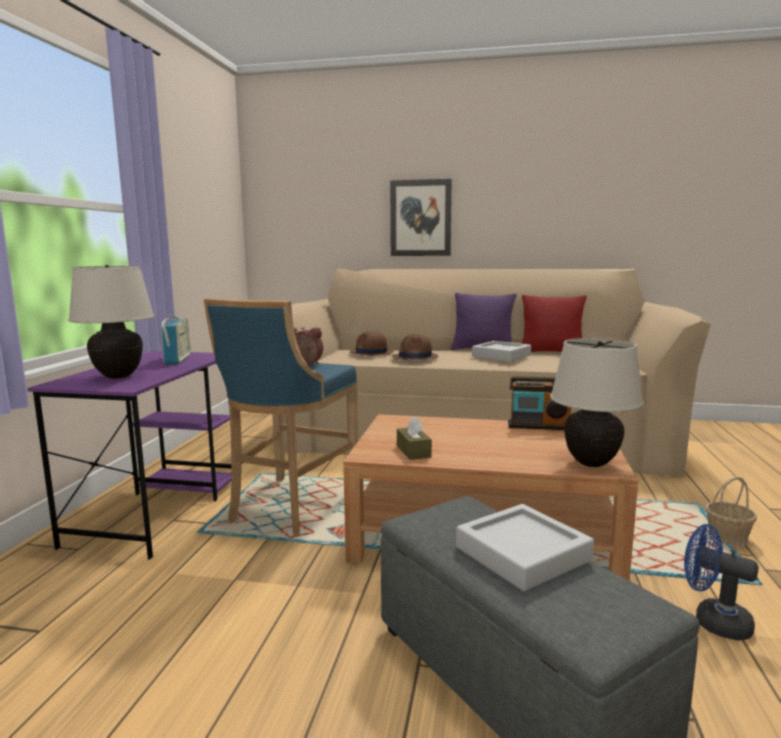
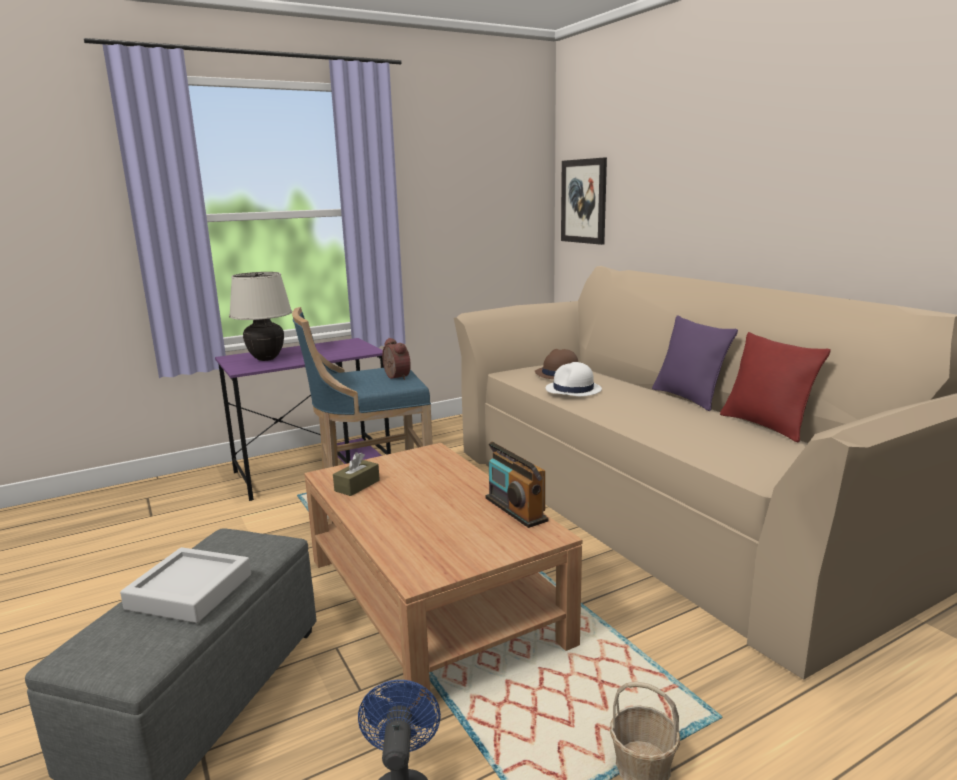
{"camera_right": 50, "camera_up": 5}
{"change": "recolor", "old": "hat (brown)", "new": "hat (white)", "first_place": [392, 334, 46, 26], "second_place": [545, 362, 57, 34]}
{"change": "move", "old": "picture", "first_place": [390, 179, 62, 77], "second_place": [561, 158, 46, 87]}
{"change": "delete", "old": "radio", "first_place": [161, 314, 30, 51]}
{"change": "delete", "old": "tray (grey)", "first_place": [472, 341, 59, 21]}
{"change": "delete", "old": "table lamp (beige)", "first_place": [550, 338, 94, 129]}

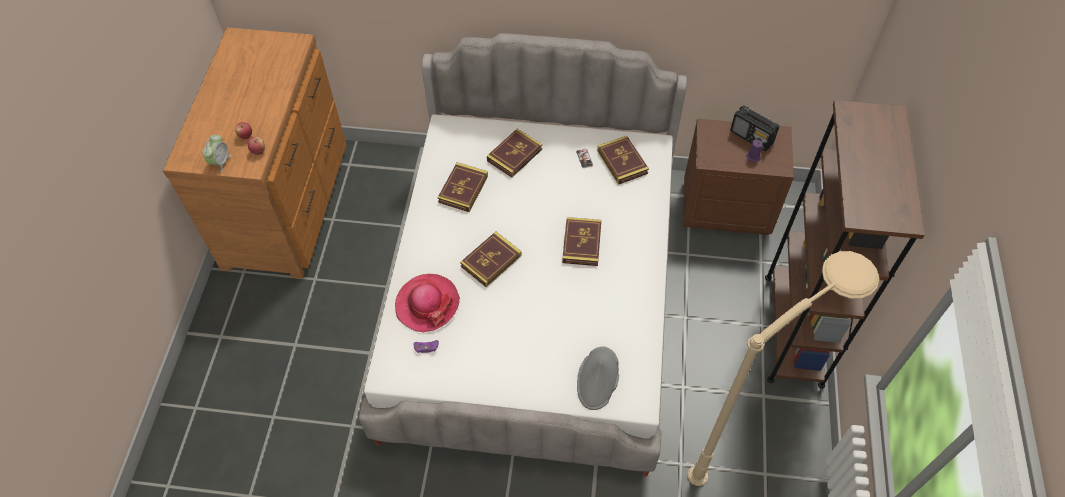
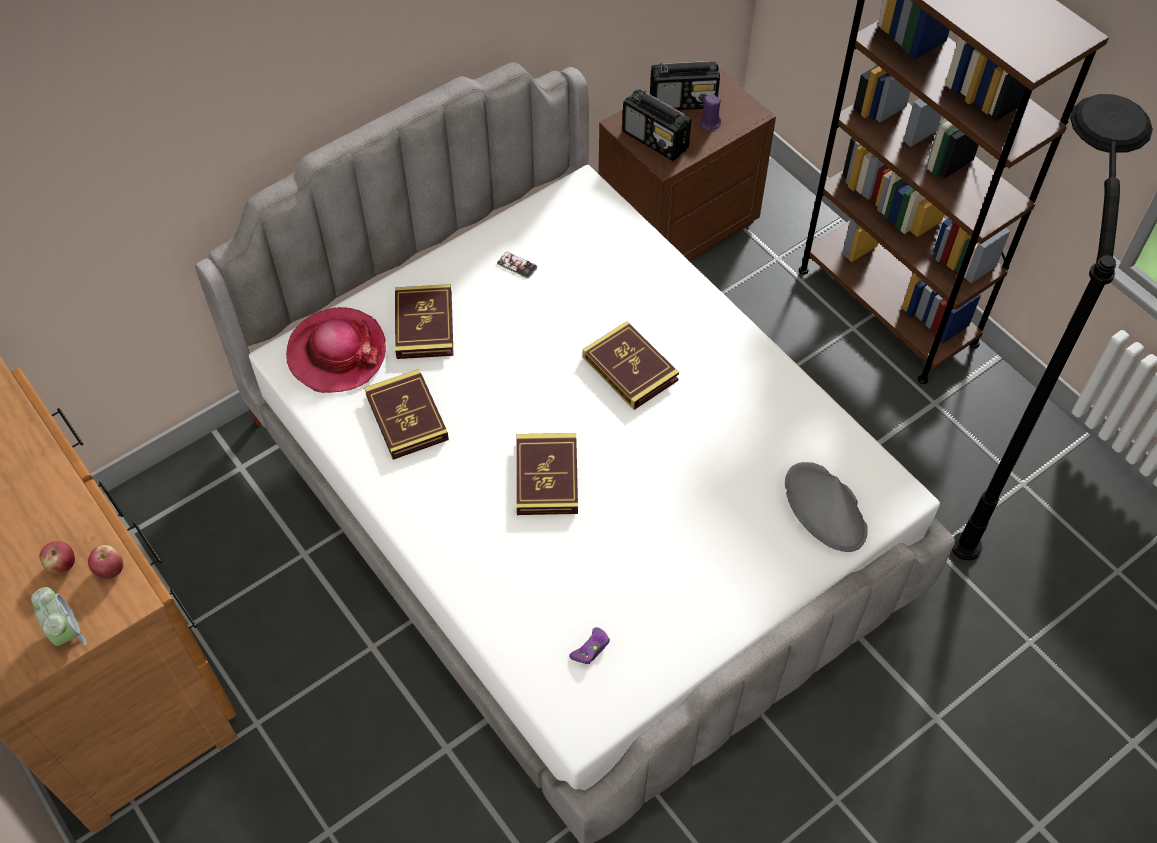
{"camera_right": -45, "camera_up": 0}
{"change": "move", "old": "hat", "first_place": [395, 274, 65, 58], "second_place": [286, 307, 100, 86]}
{"change": "insert", "new": "radio", "second_place": [622, 89, 69, 72]}
{"change": "recolor", "old": "floor lamp (beige)", "new": "floor lamp (black)", "first_place": [687, 251, 192, 235], "second_place": [952, 94, 201, 466]}
{"change": "delete", "old": "book", "first_place": [597, 136, 52, 49]}

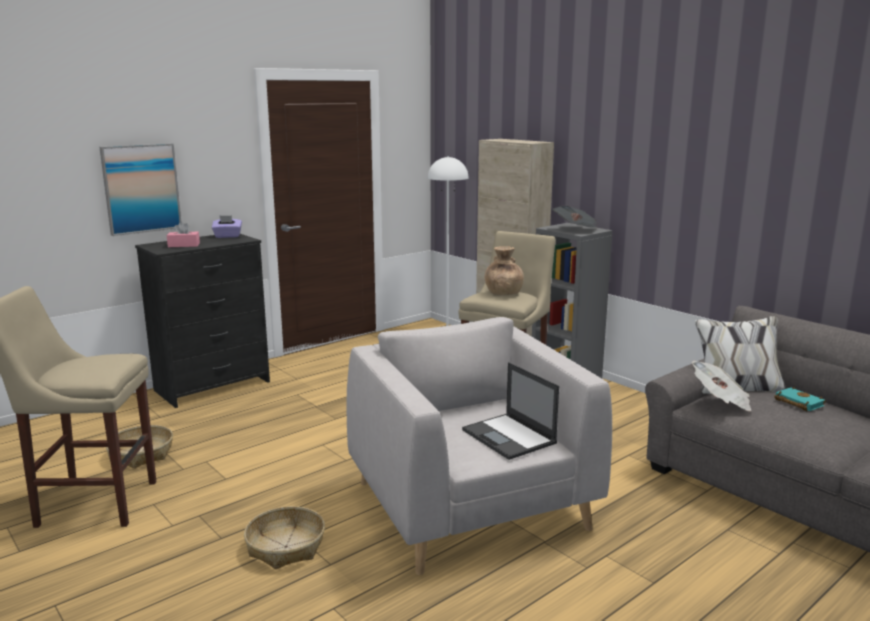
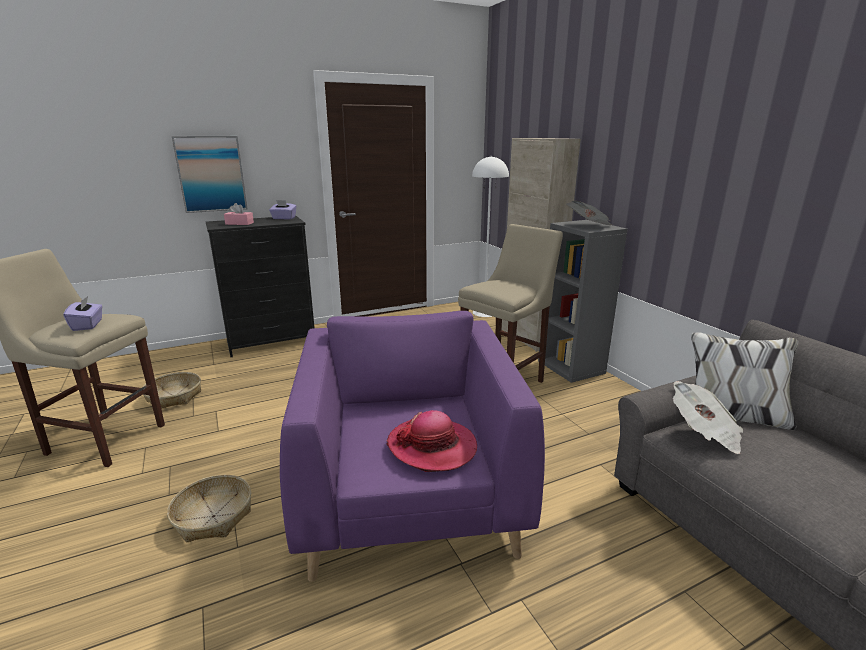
{"camera_right": 15, "camera_up": 5}
{"change": "insert", "new": "tissue box (purple)", "second_place": [63, 296, 39, 35]}
{"change": "recolor", "old": "armchair (grey)", "new": "armchair (purple)", "first_place": [346, 317, 266, 258], "second_place": [280, 311, 265, 271]}
{"change": "replace", "old": "laptop", "new": "hat", "first_place": [462, 362, 97, 98], "second_place": [386, 410, 91, 62]}
{"change": "delete", "old": "vase (brown)", "first_place": [484, 246, 40, 49]}
{"change": "delete", "old": "book (turquoise)", "first_place": [774, 387, 52, 24]}

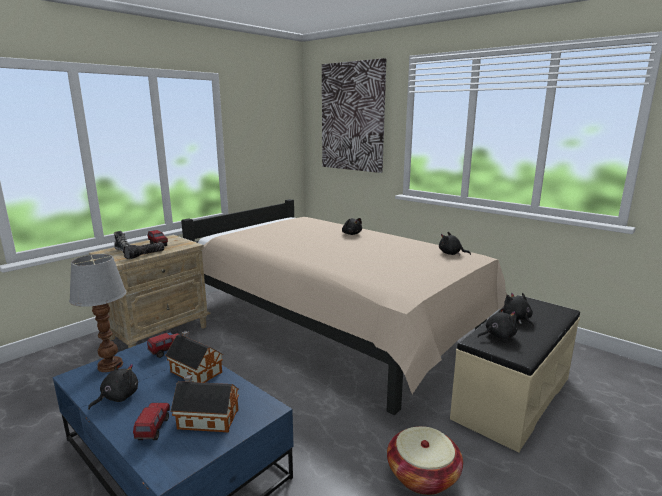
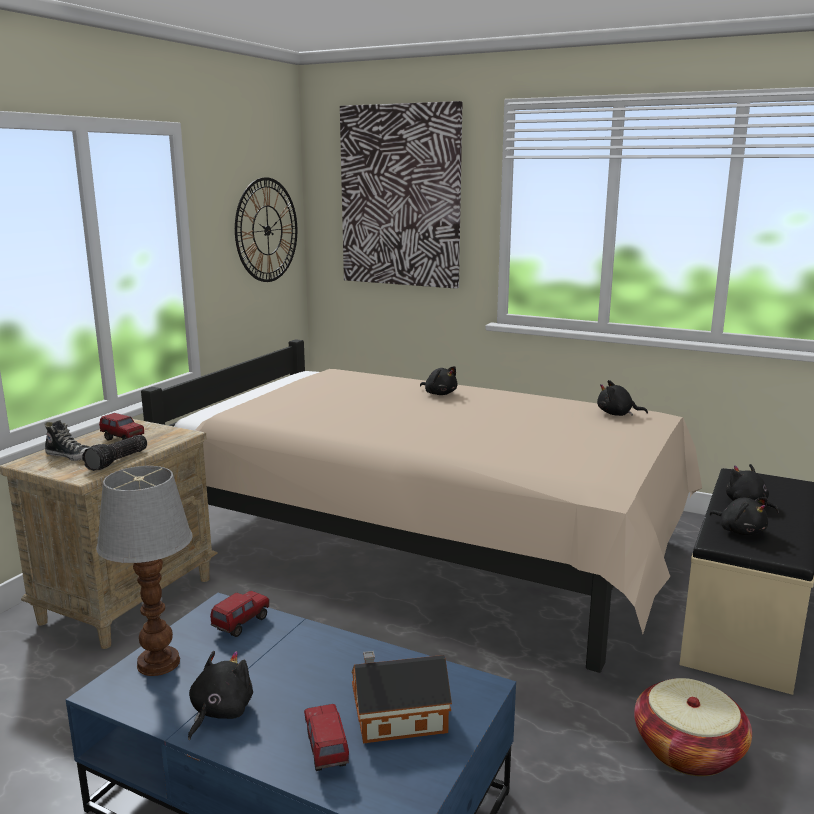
{"camera_right": -15, "camera_up": 0}
{"change": "insert", "new": "wall clock", "second_place": [235, 177, 62, 105]}
{"change": "rotate", "old": "plush toy (black)", "first_place": [478, 307, 40, 33], "second_place": [709, 497, 59, 38], "degrees": 90}
{"change": "delete", "old": "toy house", "first_place": [165, 331, 58, 52]}

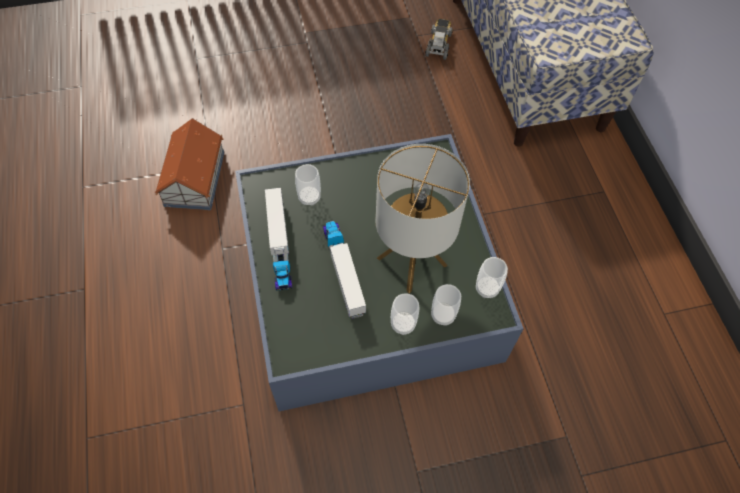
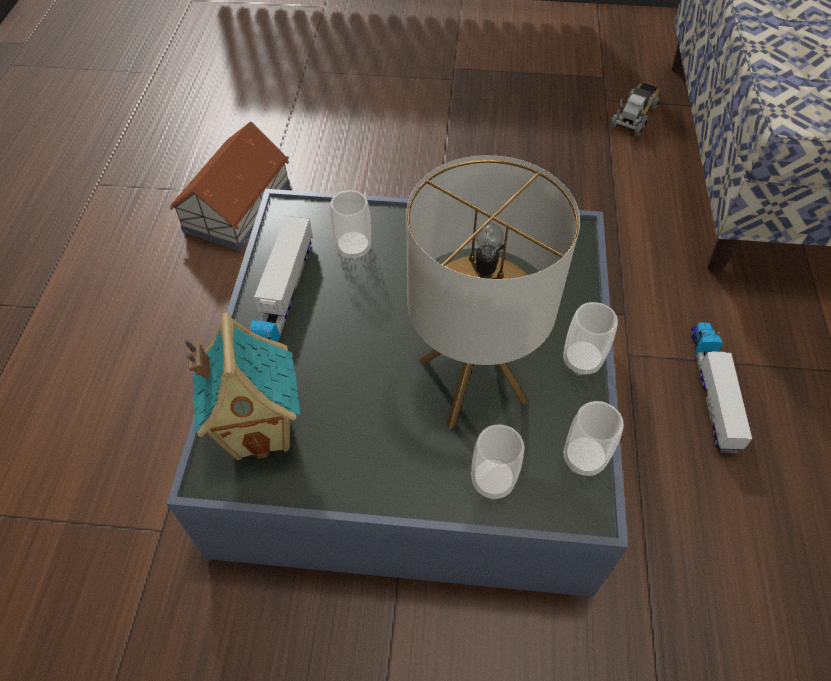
{"camera_right": 20, "camera_up": -5}
{"change": "insert", "new": "toy house", "second_place": [184, 313, 116, 147]}
{"change": "move", "old": "cup", "first_place": [391, 293, 28, 42], "second_place": [563, 302, 55, 73]}
{"change": "move", "old": "toy truck", "first_place": [323, 221, 43, 98], "second_place": [691, 322, 61, 131]}

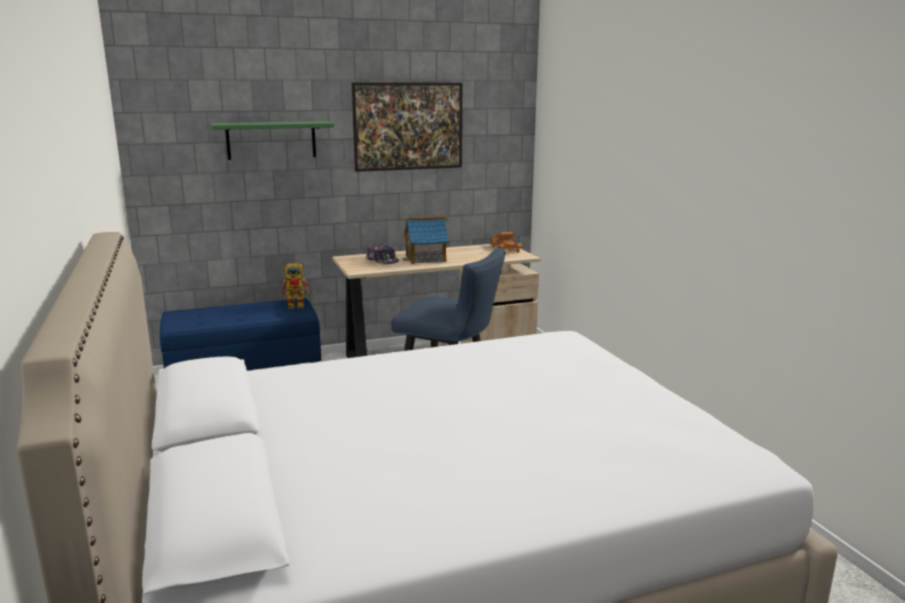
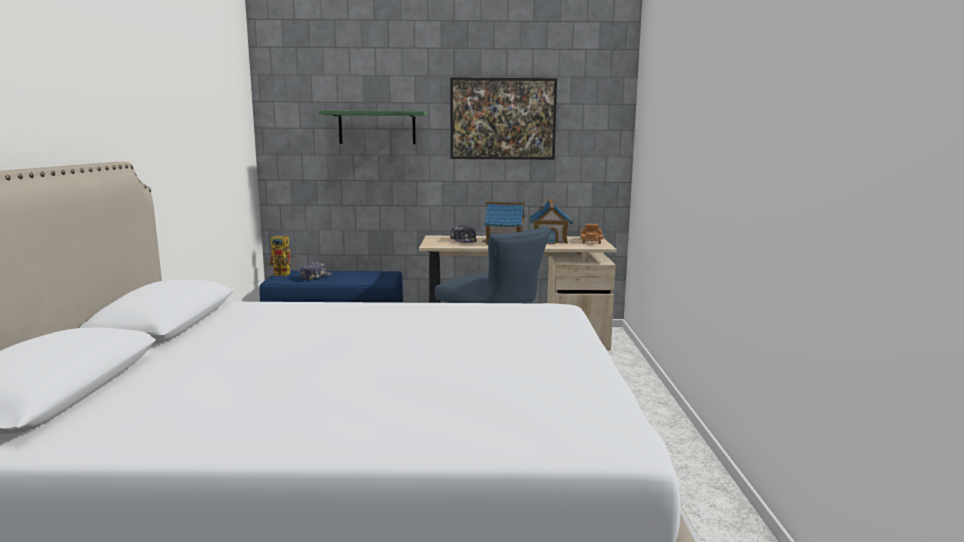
{"camera_right": 20, "camera_up": -5}
{"change": "move", "old": "toy robot", "first_place": [281, 262, 31, 47], "second_place": [269, 234, 29, 42]}
{"change": "insert", "new": "cap", "second_place": [300, 262, 32, 19]}
{"change": "insert", "new": "toy house", "second_place": [529, 199, 44, 45]}

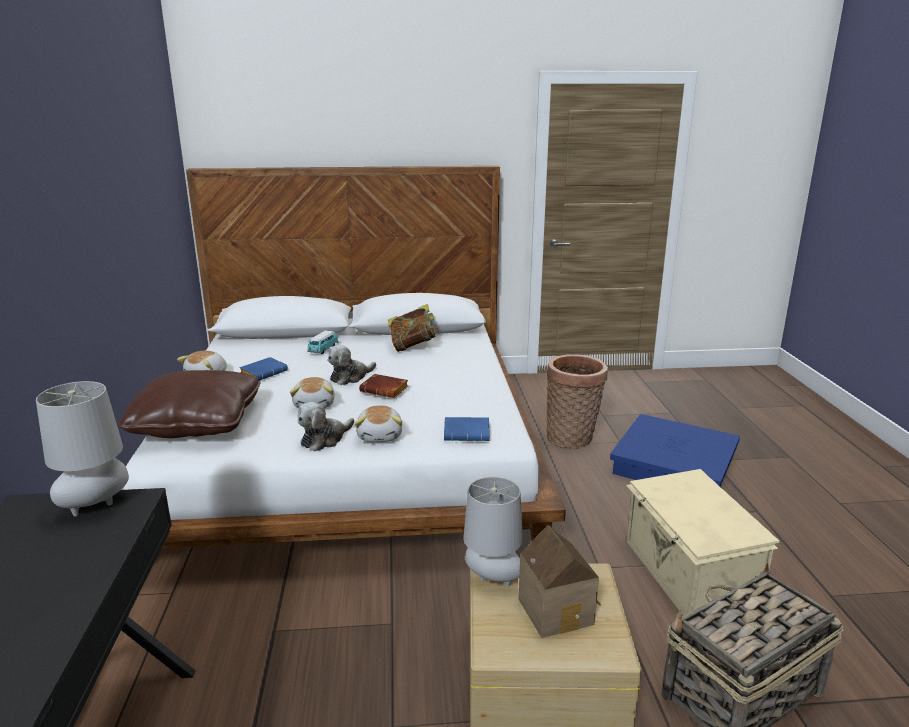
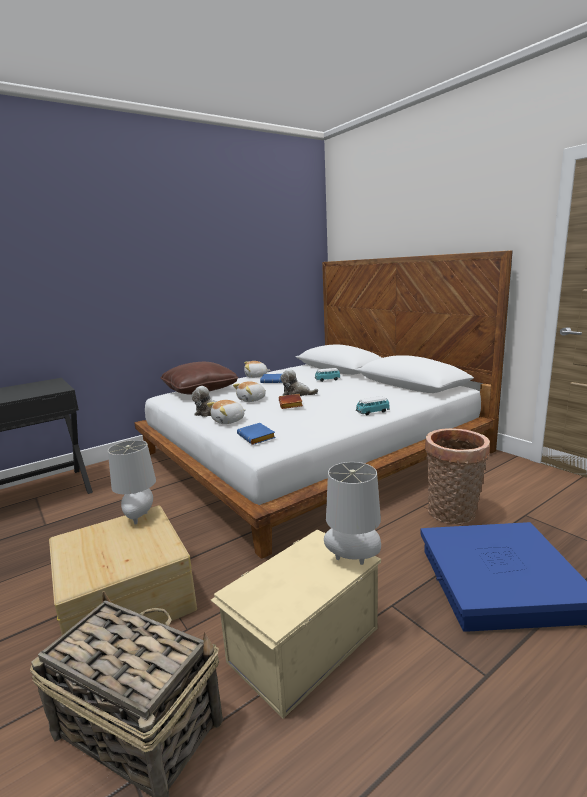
{"camera_right": 60, "camera_up": -5}
{"change": "move", "old": "table lamp (grey)", "first_place": [36, 381, 93, 135], "second_place": [324, 462, 57, 103]}
{"change": "insert", "new": "toy car", "second_place": [356, 396, 34, 19]}
{"change": "delete", "old": "book", "first_place": [388, 304, 51, 48]}
{"change": "delete", "old": "toy house", "first_place": [518, 525, 83, 113]}

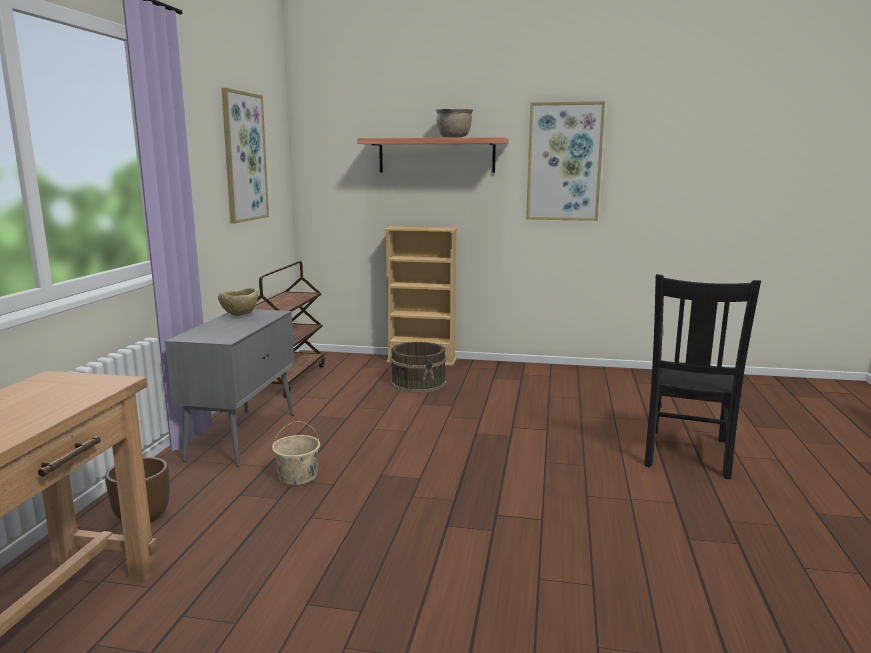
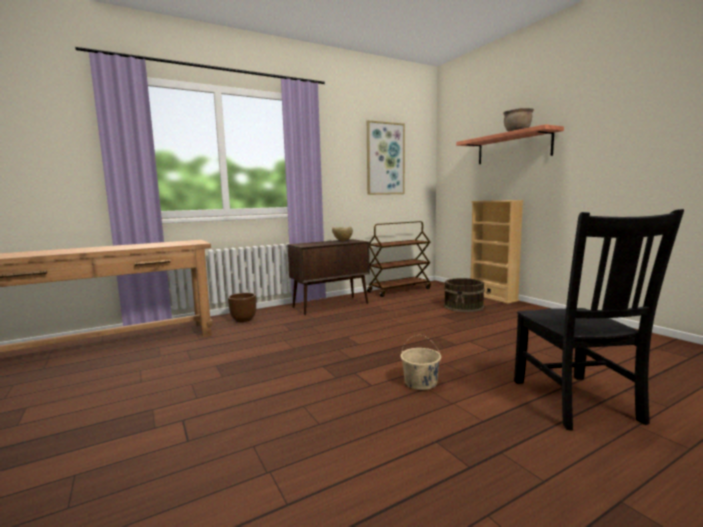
{"camera_right": 50, "camera_up": -5}
{"change": "recolor", "old": "cabinet (grey)", "new": "cabinet (brown)", "first_place": [165, 309, 129, 158], "second_place": [287, 239, 83, 76]}
{"change": "move", "old": "bucket (beige)", "first_place": [272, 421, 48, 64], "second_place": [401, 335, 40, 55]}
{"change": "rotate", "old": "chair (black)", "first_place": [644, 274, 117, 205], "second_place": [514, 209, 170, 222], "degrees": -75}
{"change": "delete", "old": "picture", "first_place": [526, 101, 79, 120]}

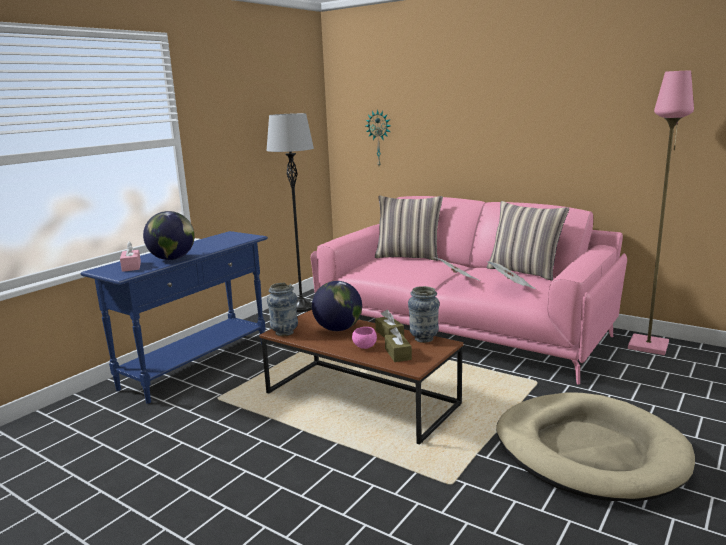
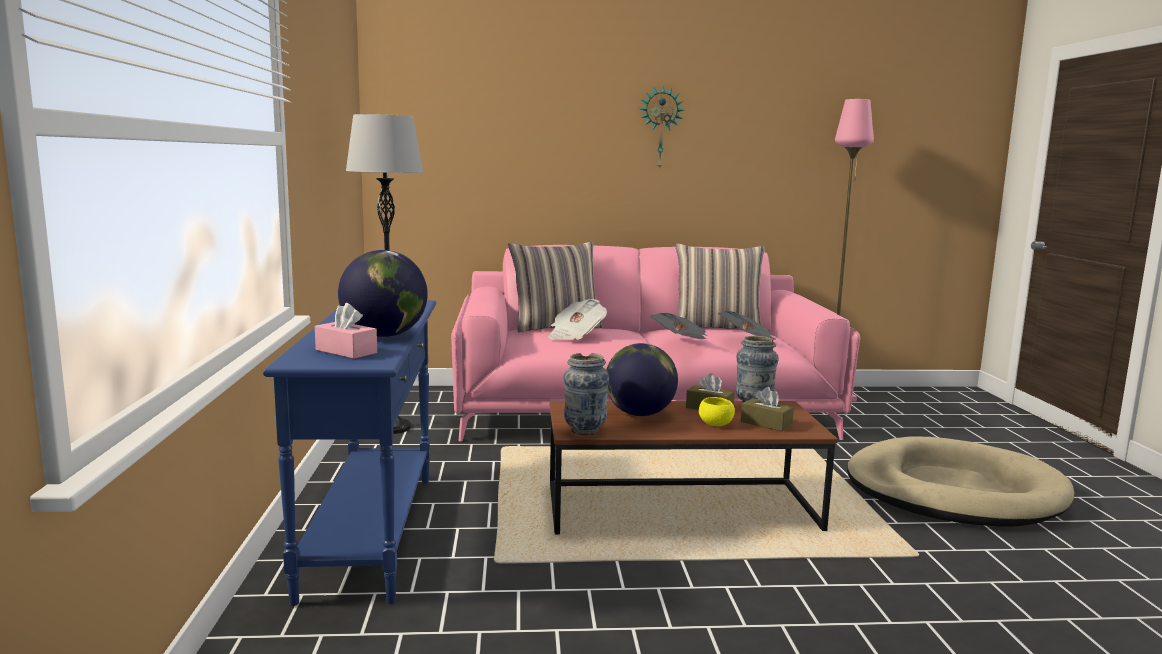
{"camera_right": -40, "camera_up": -5}
{"change": "insert", "new": "newspaper", "second_place": [548, 299, 59, 41]}
{"change": "move", "old": "wall clock", "first_place": [366, 109, 25, 57], "second_place": [640, 85, 44, 85]}
{"change": "recolor", "old": "bowl (pink)", "new": "bowl (yellow)", "first_place": [352, 327, 25, 22], "second_place": [699, 397, 36, 29]}

